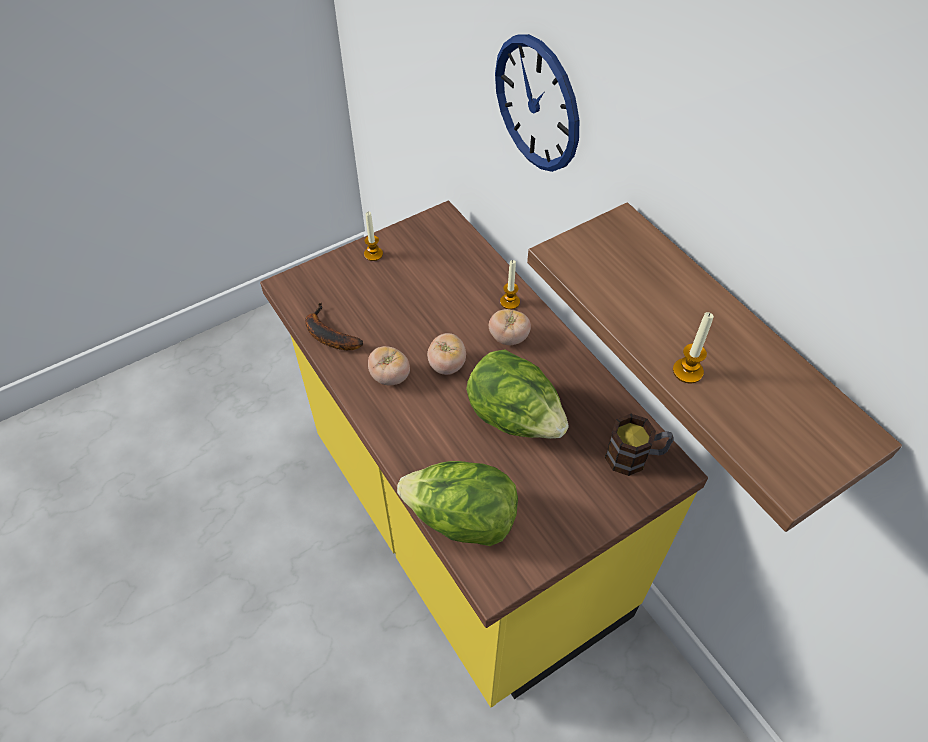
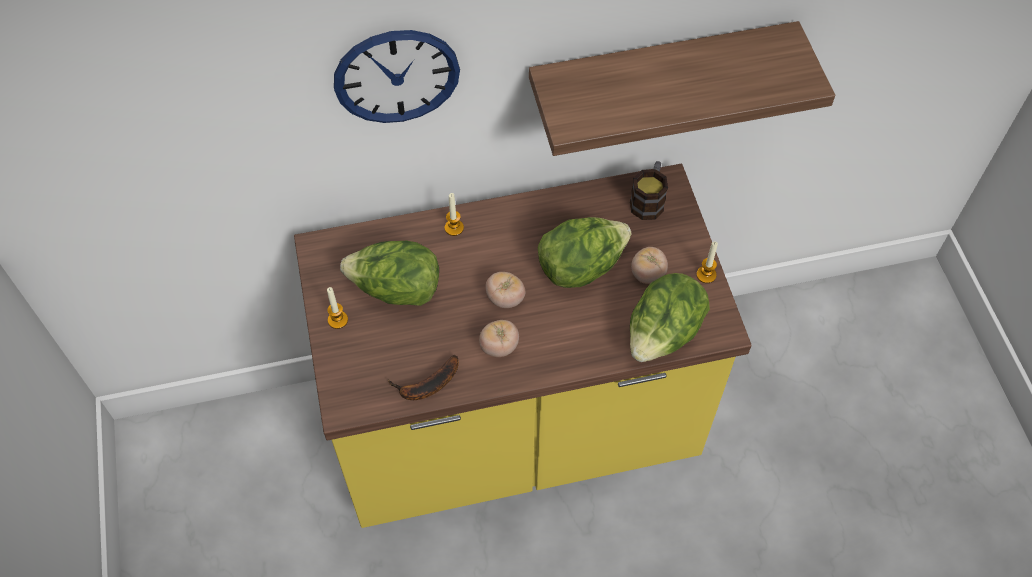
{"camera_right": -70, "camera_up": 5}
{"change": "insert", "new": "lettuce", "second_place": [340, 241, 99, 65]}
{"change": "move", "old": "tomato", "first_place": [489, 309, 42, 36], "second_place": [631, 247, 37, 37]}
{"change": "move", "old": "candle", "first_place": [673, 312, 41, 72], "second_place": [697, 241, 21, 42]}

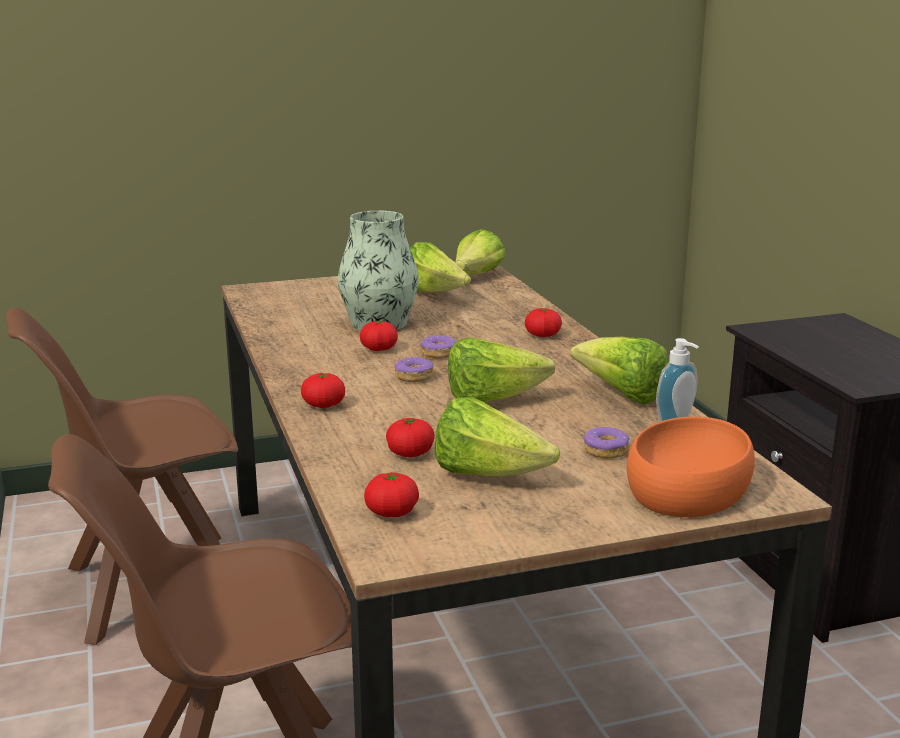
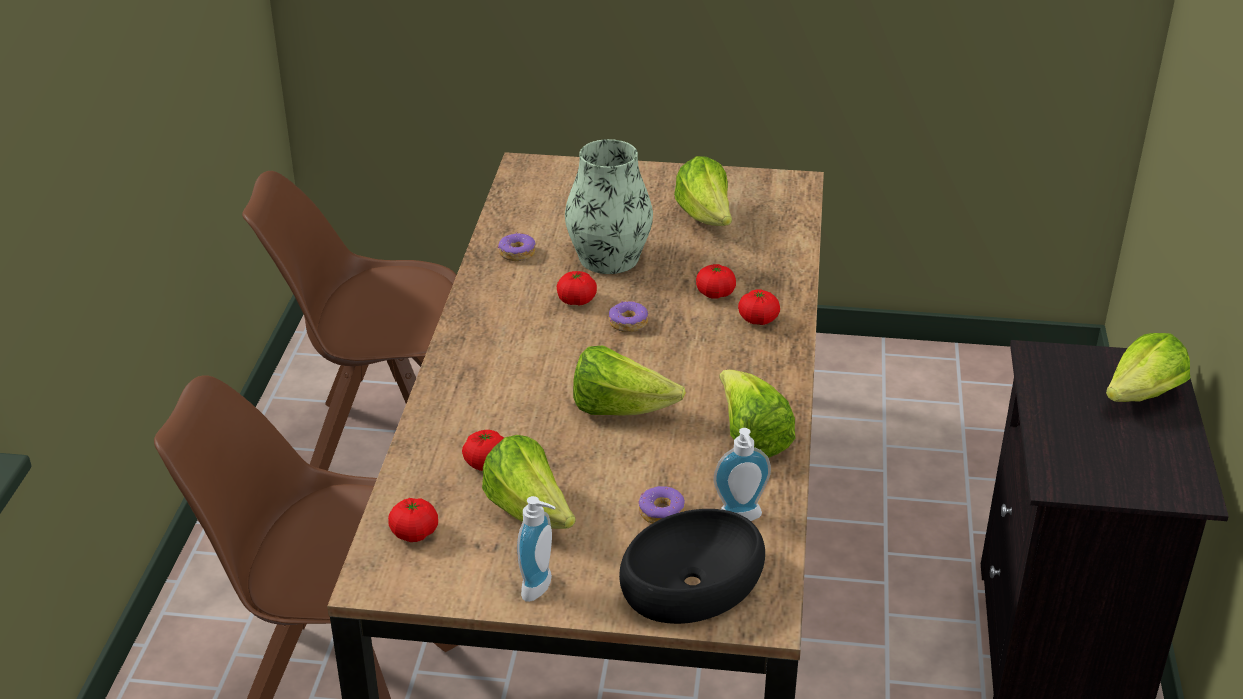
{"camera_right": 25, "camera_up": 15}
{"change": "move", "old": "donut", "first_place": [395, 357, 39, 25], "second_place": [498, 232, 38, 29]}
{"change": "insert", "new": "soap dispenser", "second_place": [517, 496, 39, 106]}
{"change": "recolor", "old": "bowl (orange)", "new": "bowl (black)", "first_place": [627, 416, 128, 101], "second_place": [619, 509, 146, 115]}
{"change": "move", "old": "tomato", "first_place": [301, 373, 44, 35], "second_place": [696, 264, 40, 35]}
{"change": "move", "old": "lettuce", "first_place": [455, 229, 51, 45], "second_place": [1106, 333, 84, 69]}

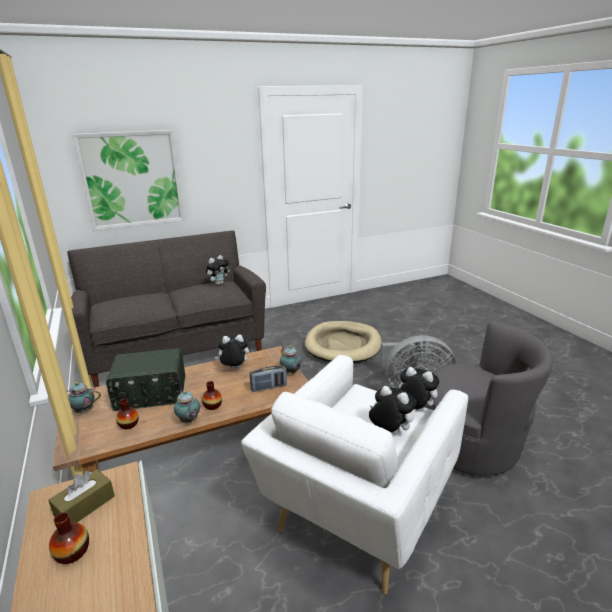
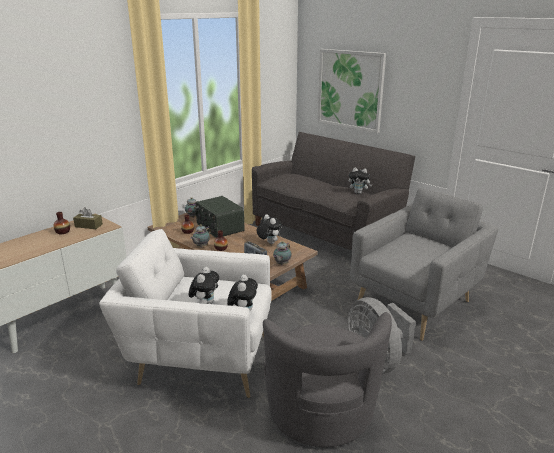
{"camera_right": 65, "camera_up": 0}
{"change": "replace", "old": "dog bed (beige)", "new": "armchair (grey)", "first_place": [305, 321, 77, 42], "second_place": [350, 188, 148, 153]}

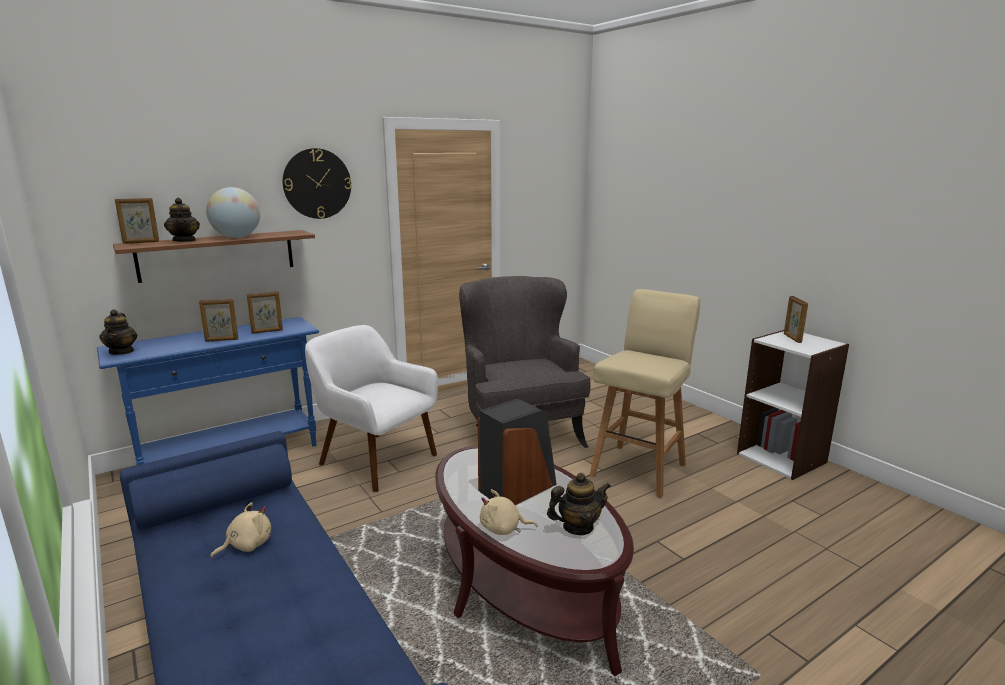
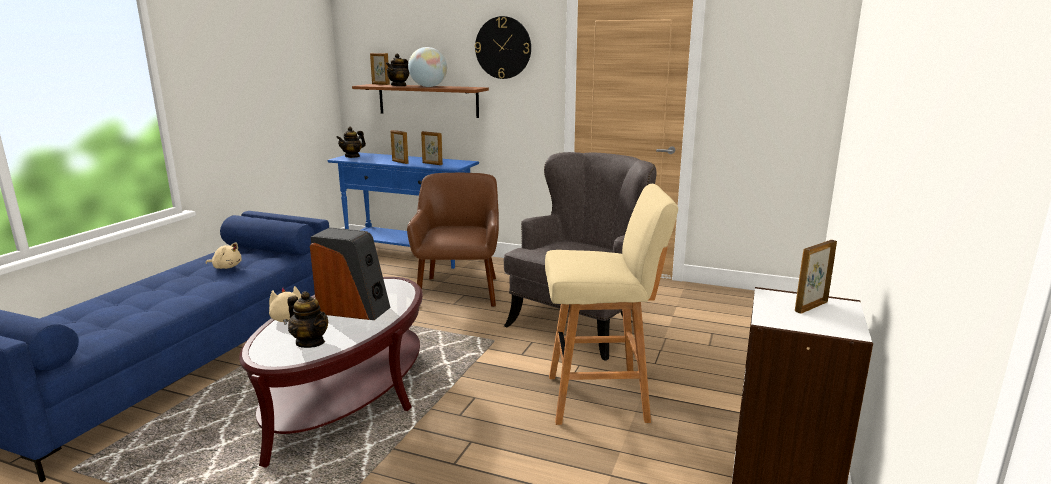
{"camera_right": 55, "camera_up": 0}
{"change": "recolor", "old": "armchair (white)", "new": "armchair (brown)", "first_place": [305, 325, 133, 167], "second_place": [407, 173, 92, 134]}

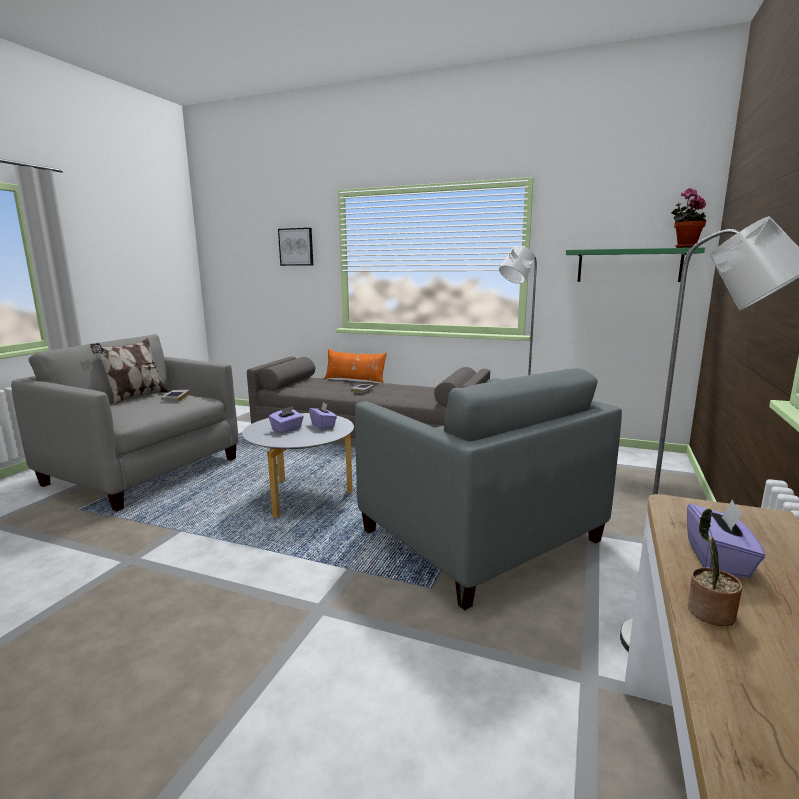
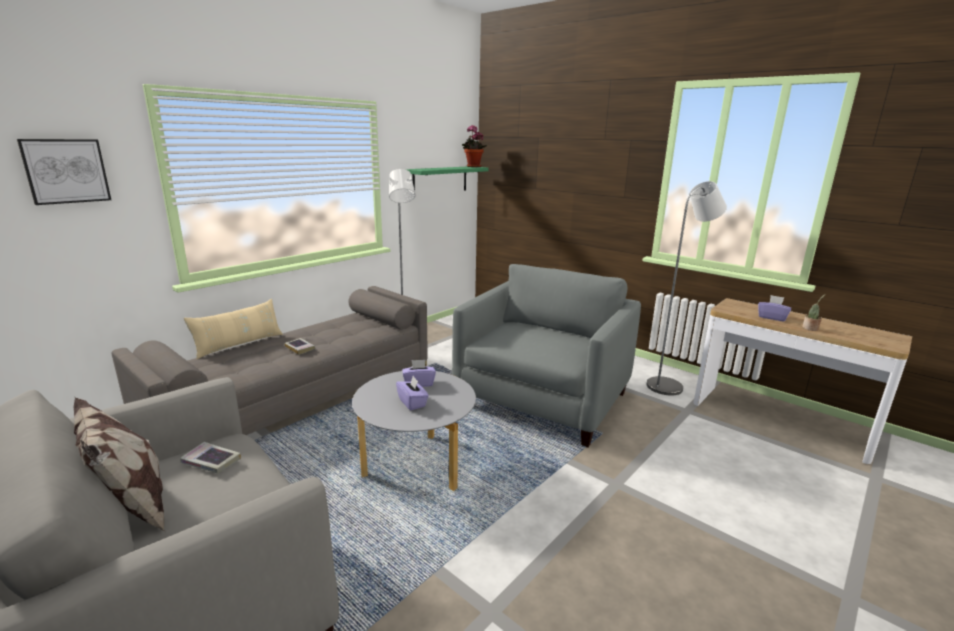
{"camera_right": -70, "camera_up": 5}
{"change": "recolor", "old": "pillow (orange)", "new": "pillow (beige)", "first_place": [324, 349, 63, 34], "second_place": [184, 299, 99, 60]}
{"change": "rotate", "old": "armchair (grey)", "first_place": [355, 368, 267, 242], "second_place": [452, 264, 189, 184], "degrees": -45}

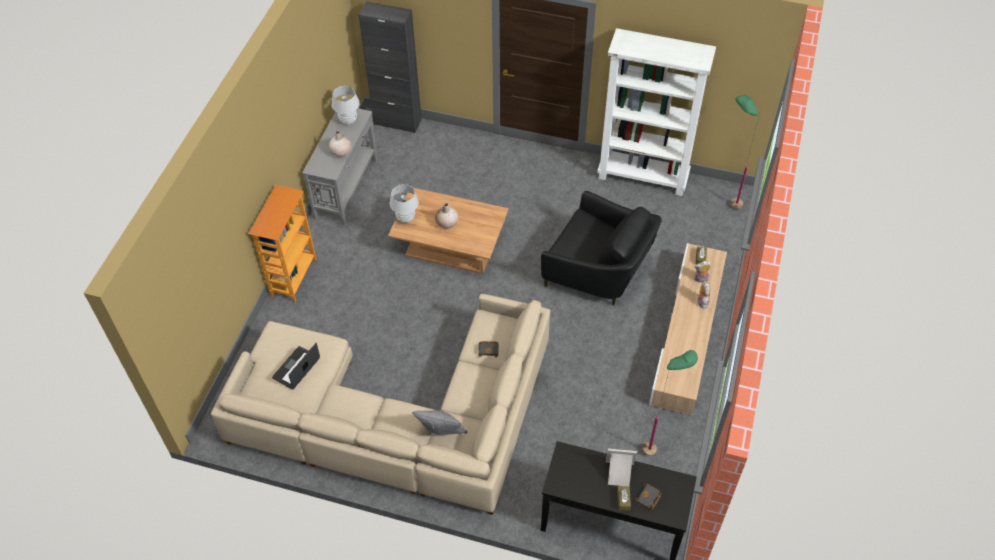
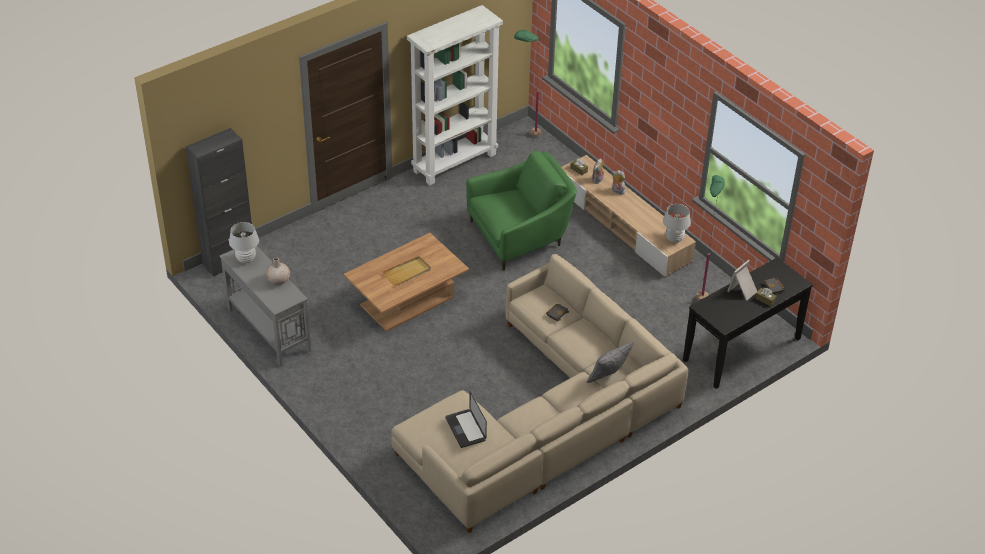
{"camera_right": -55, "camera_up": -10}
{"change": "replace", "old": "vase (beige)", "new": "tray (beige)", "first_place": [435, 203, 23, 26], "second_place": [383, 256, 48, 30]}
{"change": "recolor", "old": "armchair (black)", "new": "armchair (green)", "first_place": [541, 191, 121, 115], "second_place": [466, 151, 111, 120]}
{"change": "move", "old": "table lamp (white)", "first_place": [390, 184, 29, 39], "second_place": [663, 204, 28, 39]}
{"change": "delete", "old": "bookcase", "first_place": [248, 185, 69, 117]}

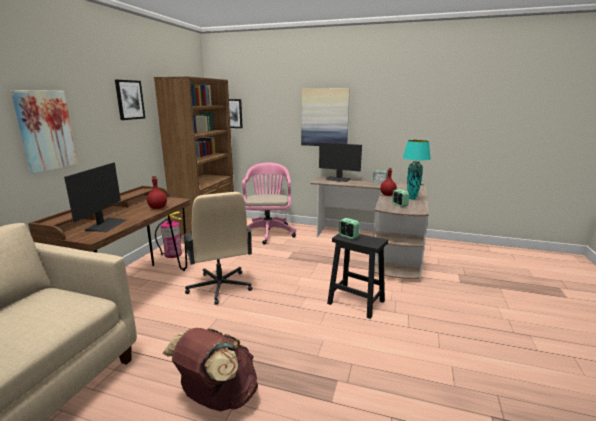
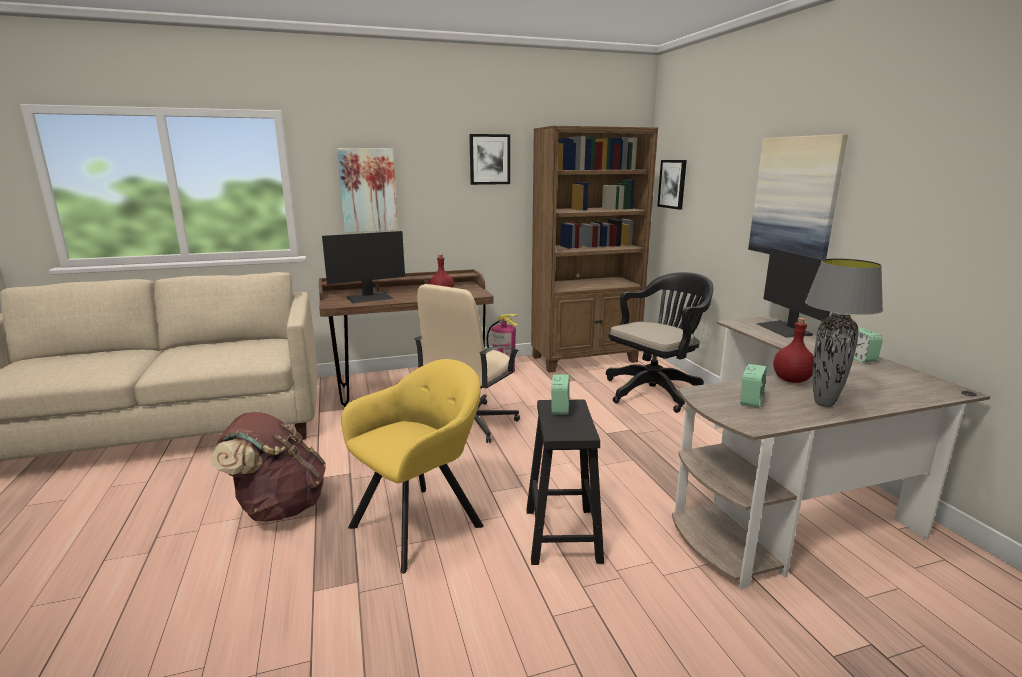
{"camera_right": 55, "camera_up": 0}
{"change": "insert", "new": "armchair (yellow)", "second_place": [341, 359, 143, 215]}
{"change": "recolor", "old": "office chair (pink)", "new": "office chair (black)", "first_place": [242, 163, 54, 82], "second_place": [606, 272, 107, 141]}
{"change": "recolor", "old": "table lamp (turquoise)", "new": "table lamp (grey)", "first_place": [403, 140, 28, 60], "second_place": [805, 258, 78, 149]}

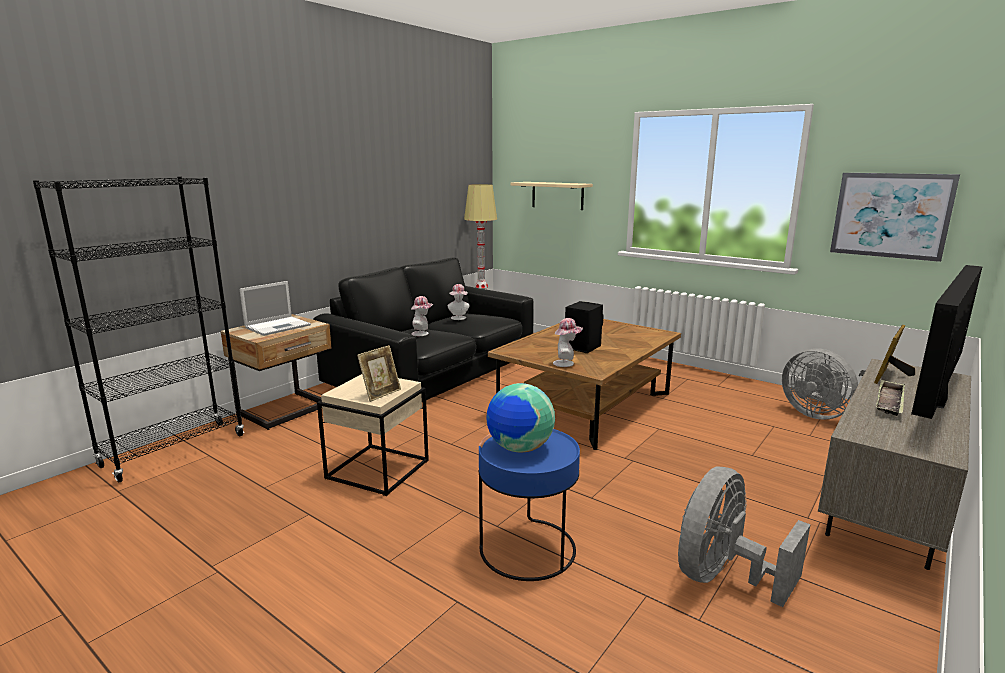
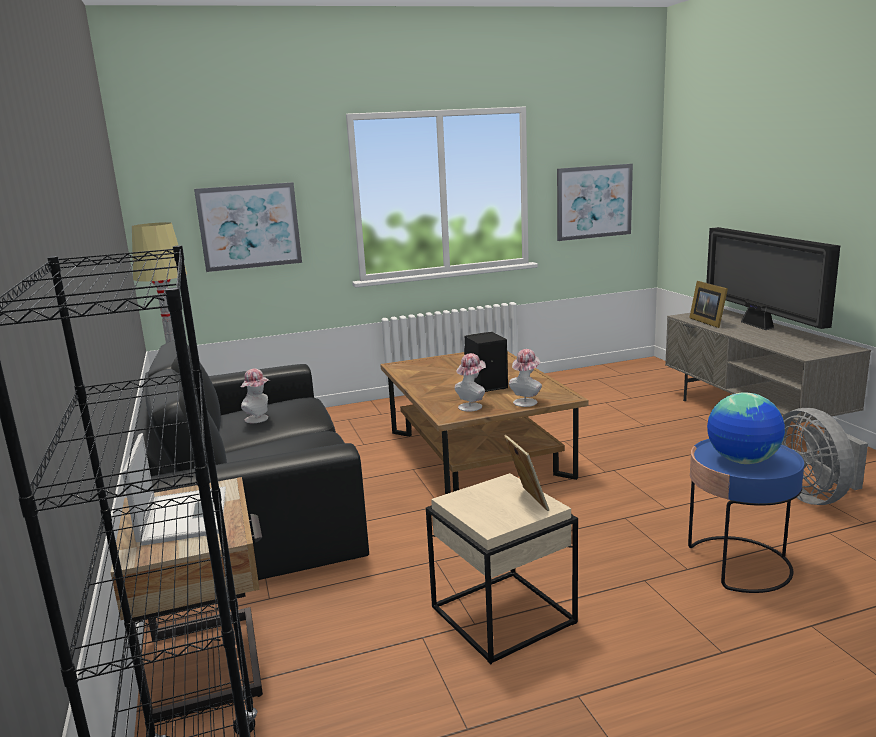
{"camera_right": -55, "camera_up": 0}
{"change": "replace", "old": "shelf (beige)", "new": "picture", "first_place": [511, 182, 82, 28], "second_place": [194, 182, 108, 90]}
{"change": "move", "old": "hat", "first_place": [411, 296, 22, 40], "second_place": [455, 353, 31, 59]}
{"change": "delete", "old": "fan (grey)", "first_place": [782, 349, 76, 71]}
{"change": "delete", "old": "tray", "first_place": [876, 379, 29, 37]}

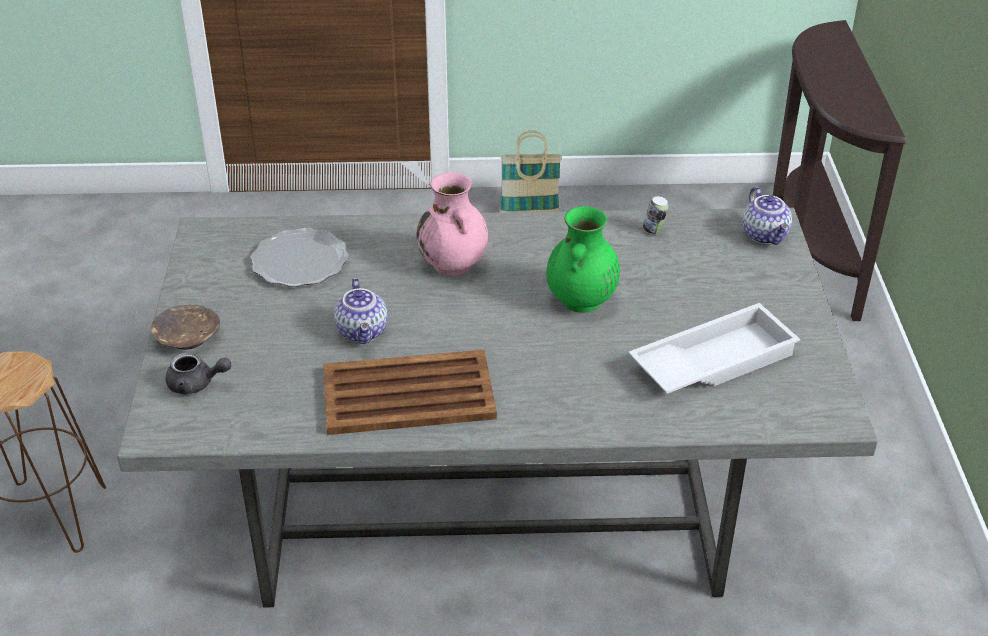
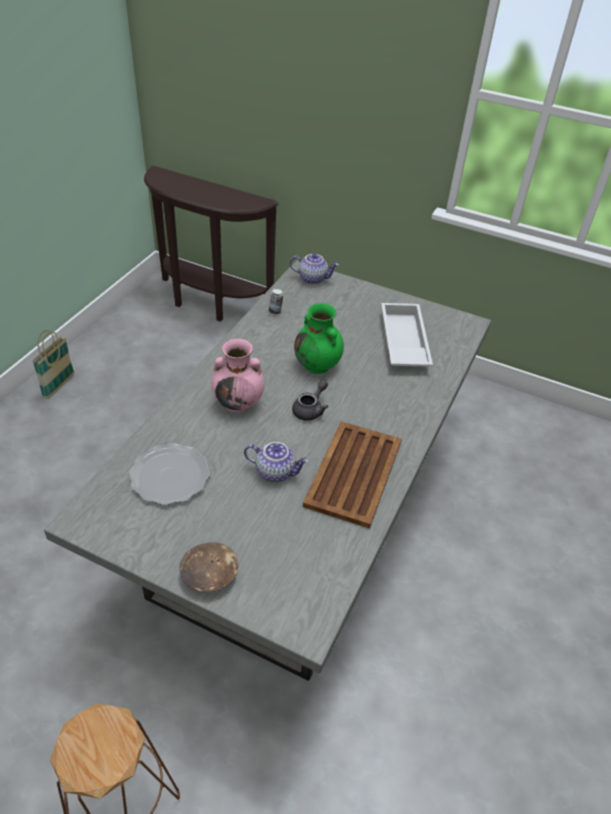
{"camera_right": -65, "camera_up": 5}
{"change": "move", "old": "teapot (grey)", "first_place": [166, 352, 65, 43], "second_place": [292, 380, 36, 41]}

